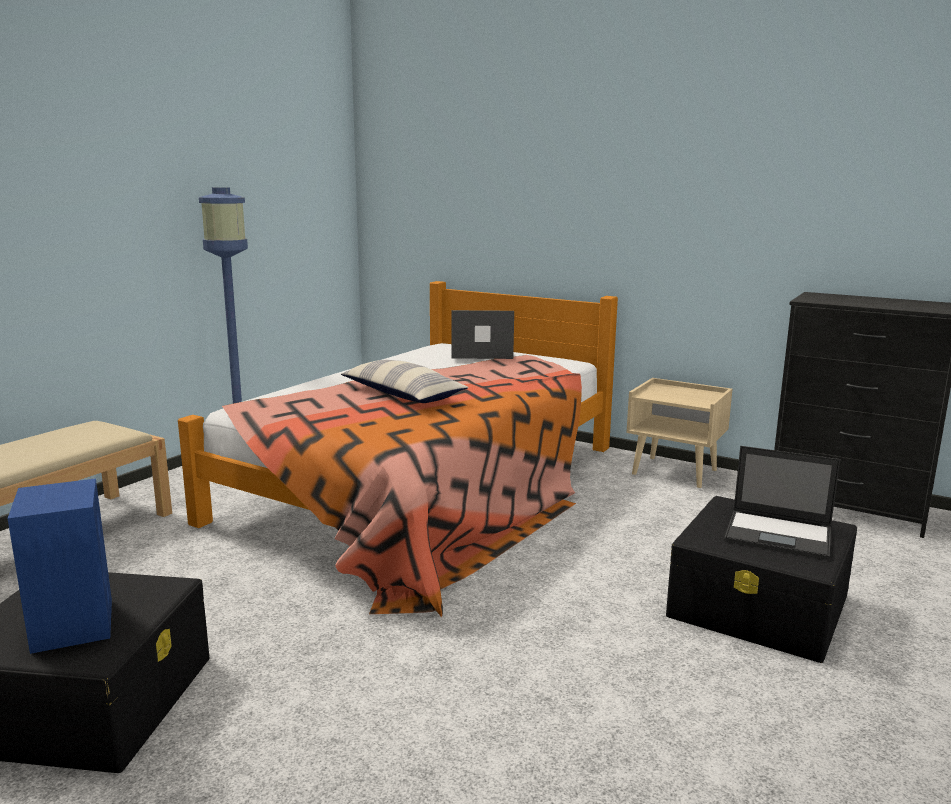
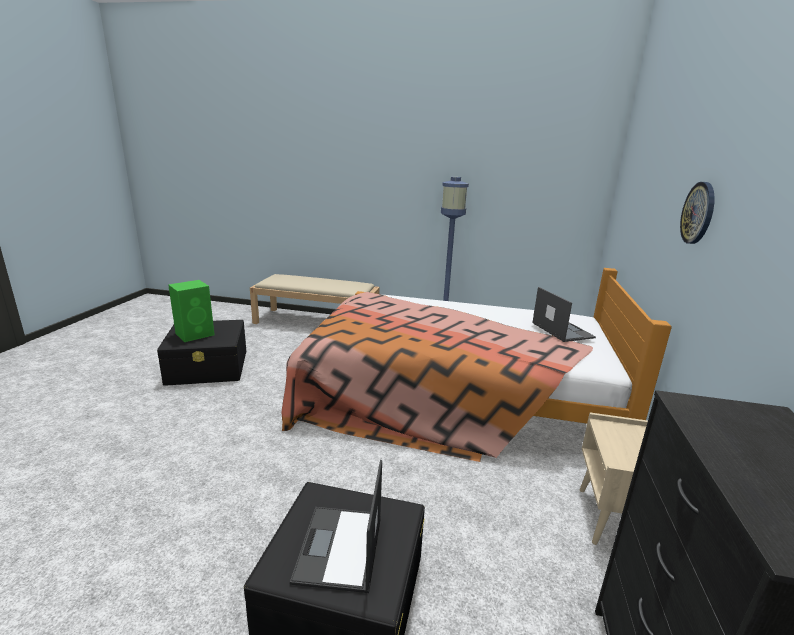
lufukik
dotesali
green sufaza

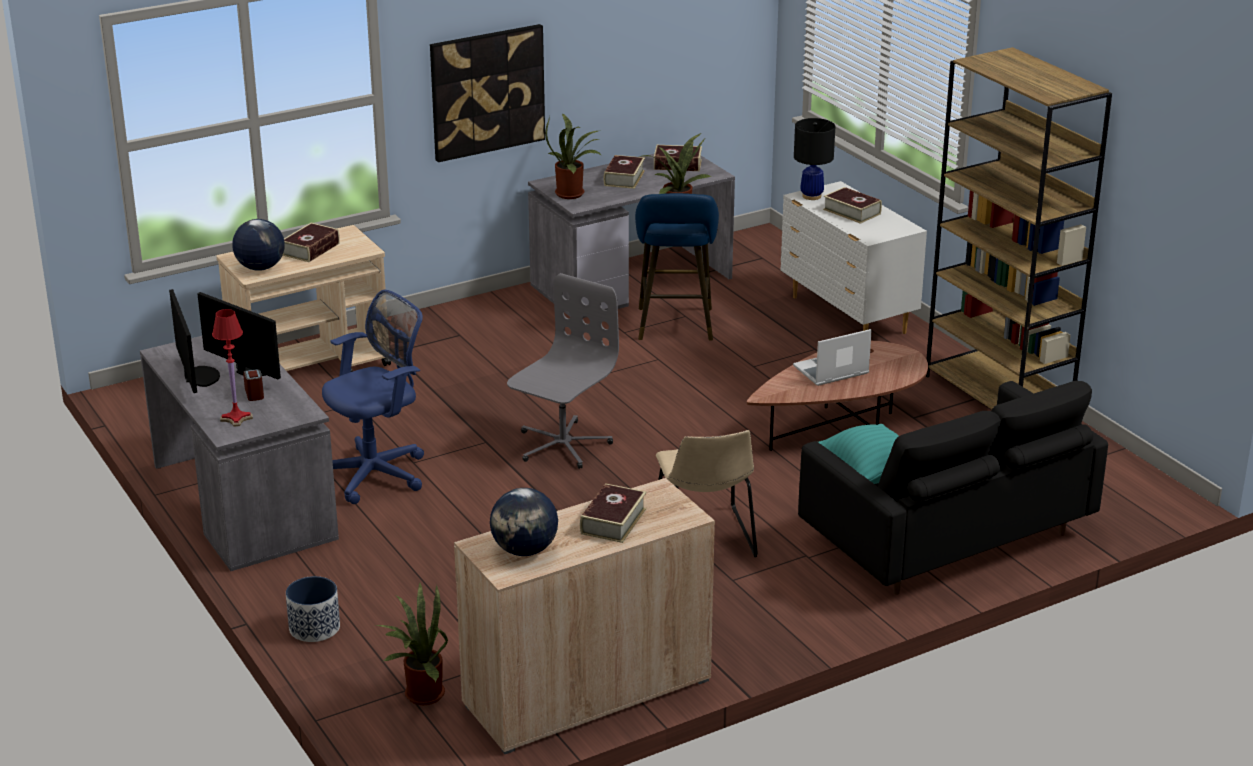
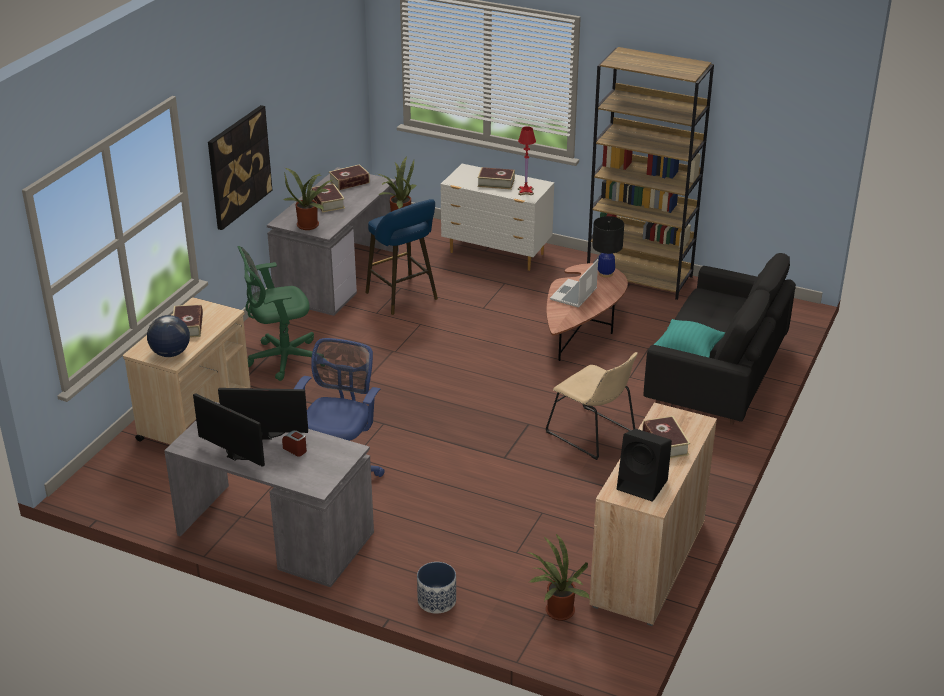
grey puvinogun
green puvinogun
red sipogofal
black sipogofal
black sufaza

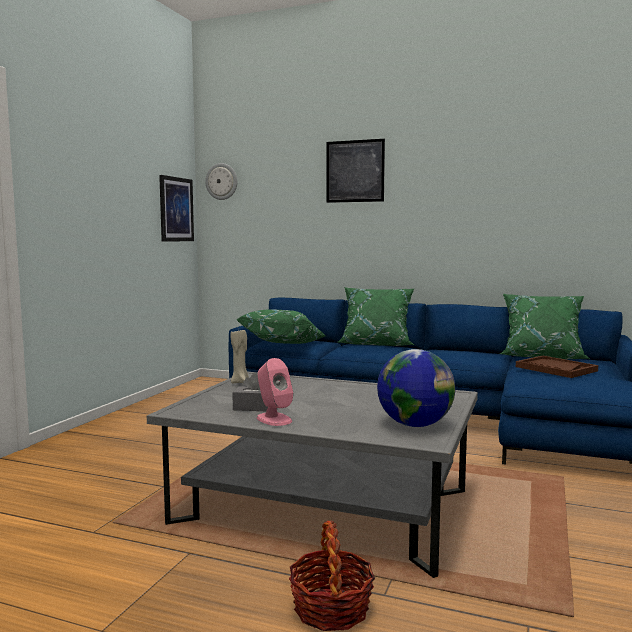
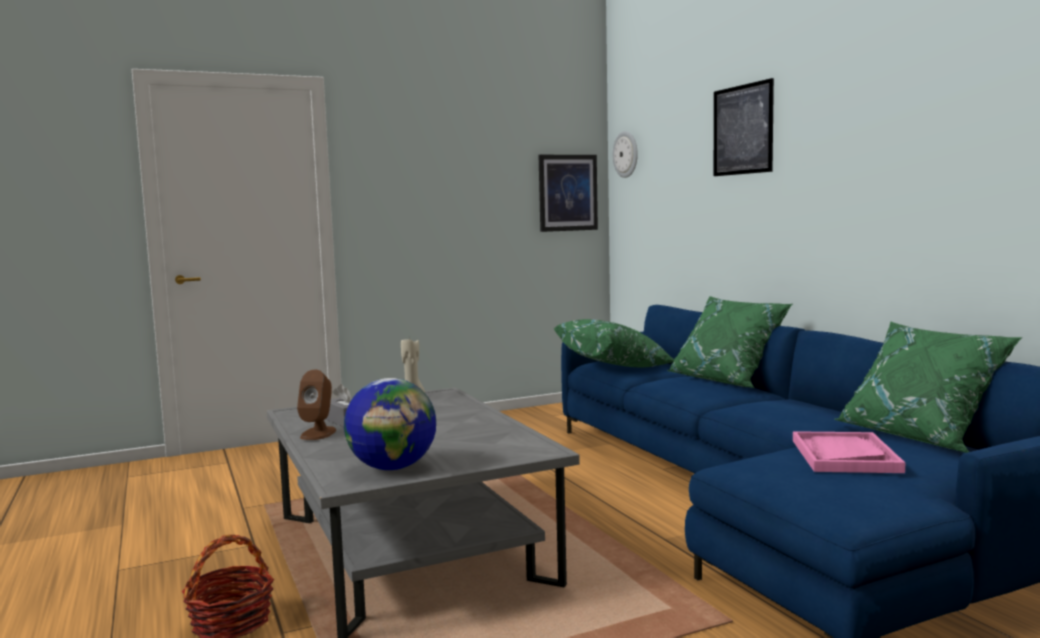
brown sufaza
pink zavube

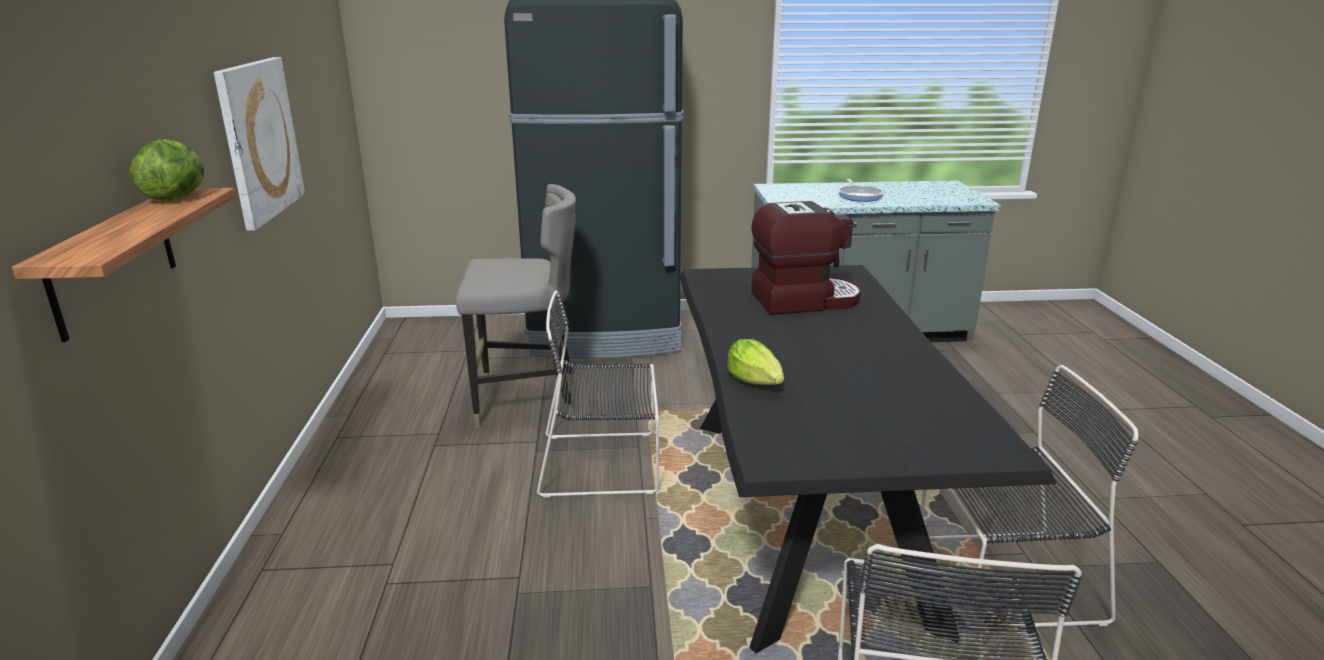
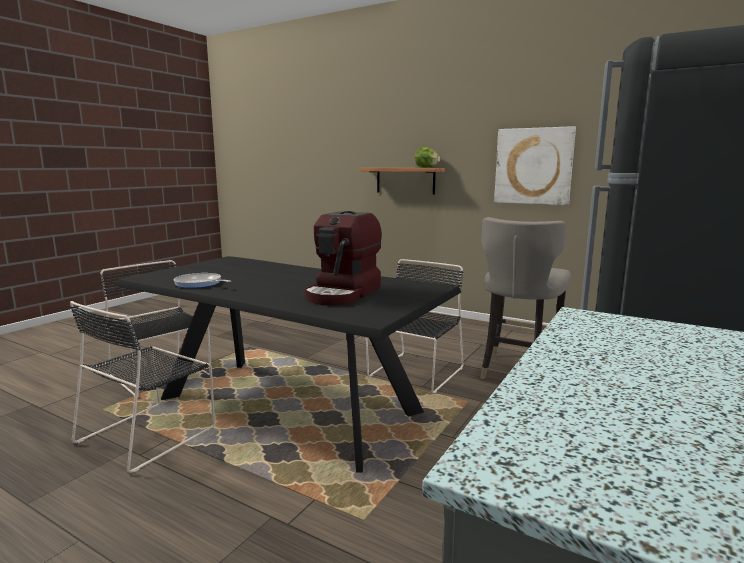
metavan (2nd from left in the first image)
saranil

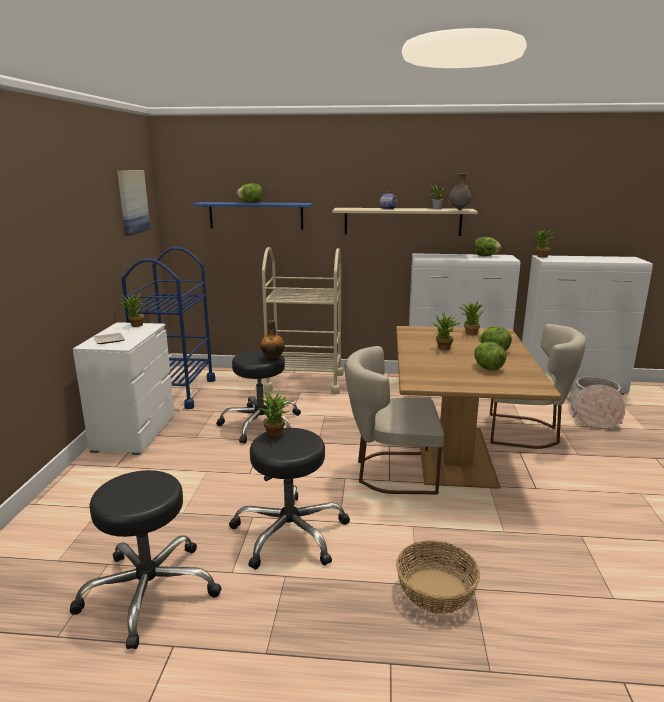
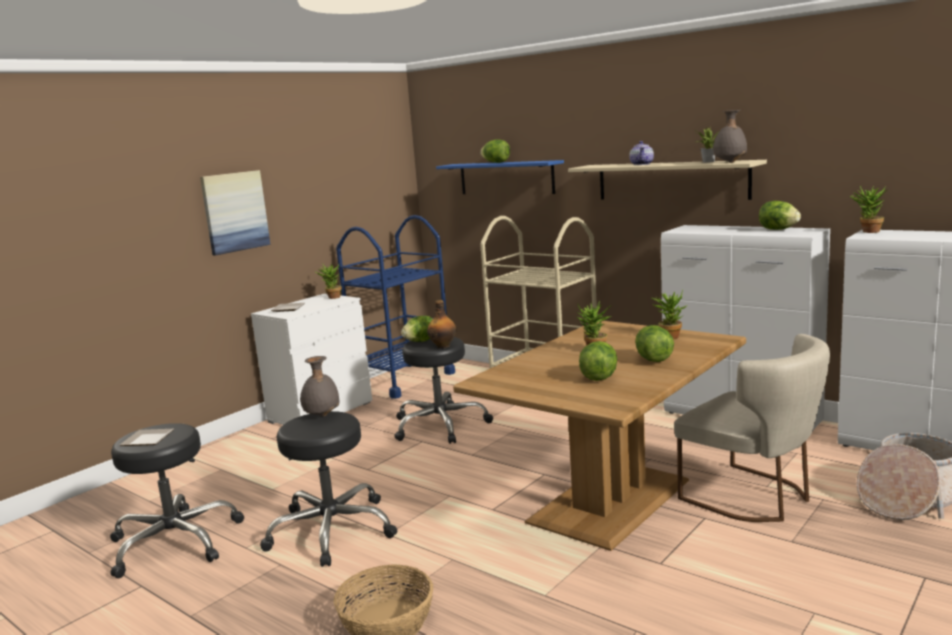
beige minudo (1st from left in the first image)
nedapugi (1st from left)
metavan (1st from left)
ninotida
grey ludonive (1st from left)

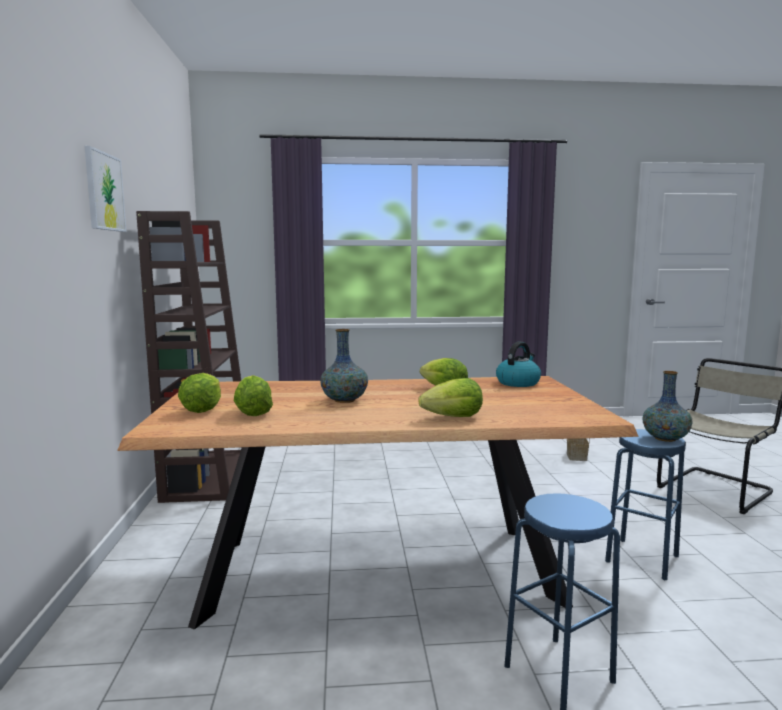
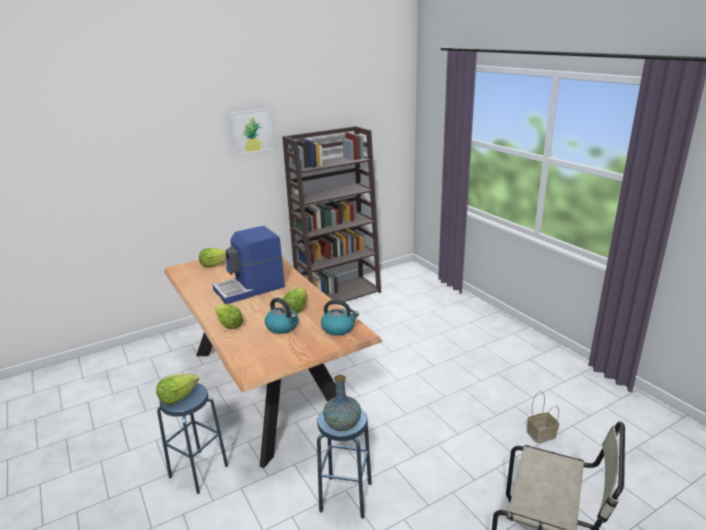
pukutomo (1st from left)
metavan (1st from left)
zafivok

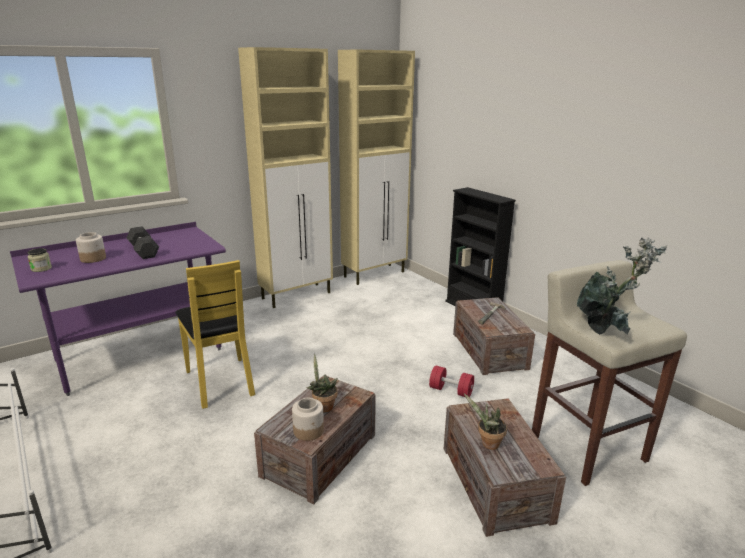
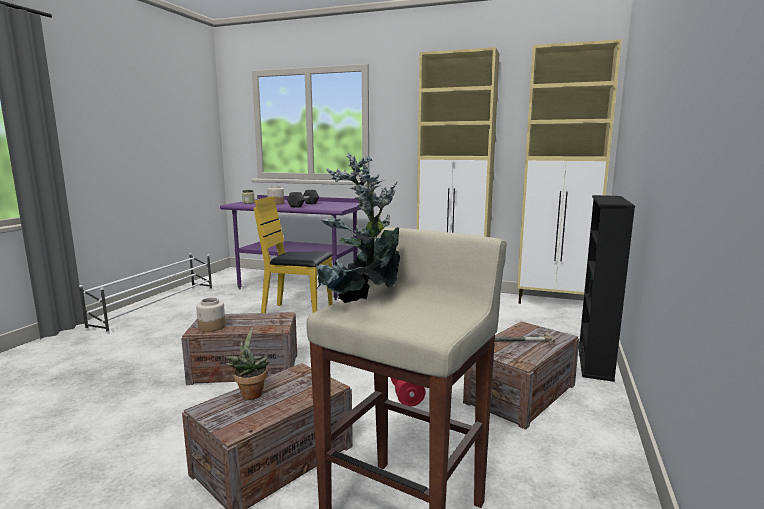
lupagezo (1st from left in the first image)
yellow minudo

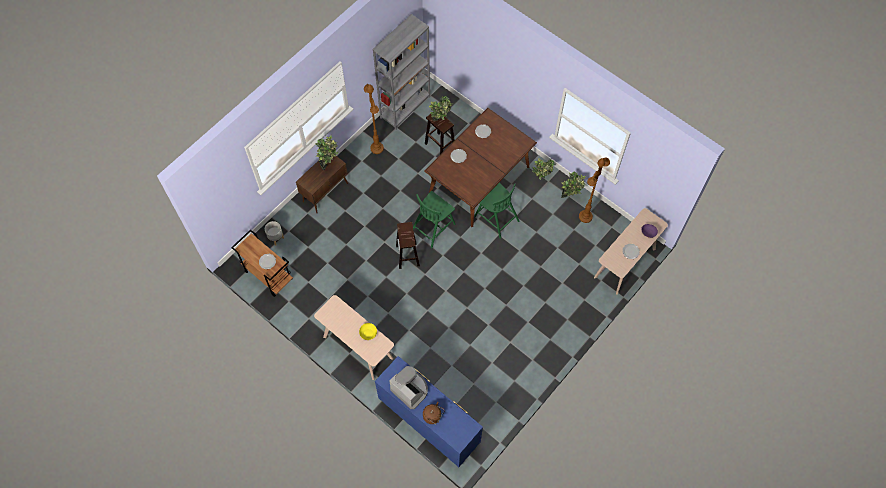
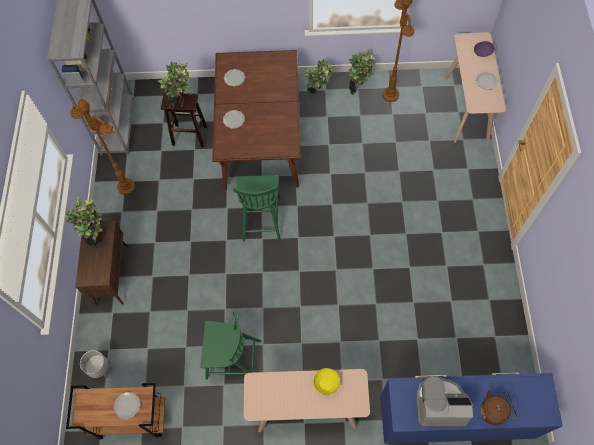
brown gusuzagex (1st from left in the first image)
green minudo (1st from left)

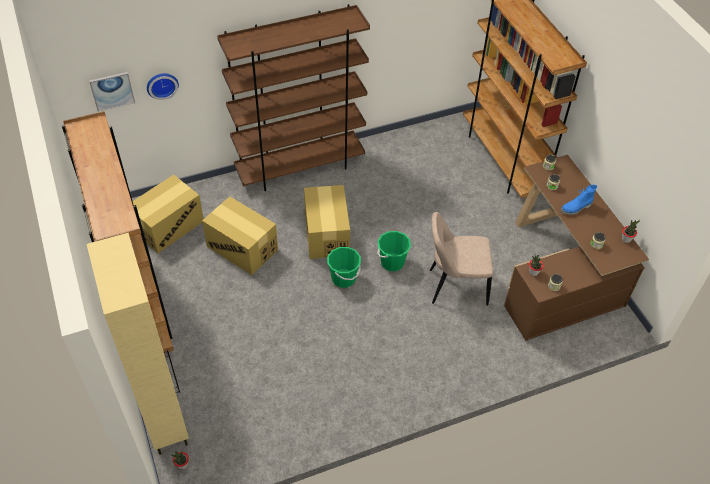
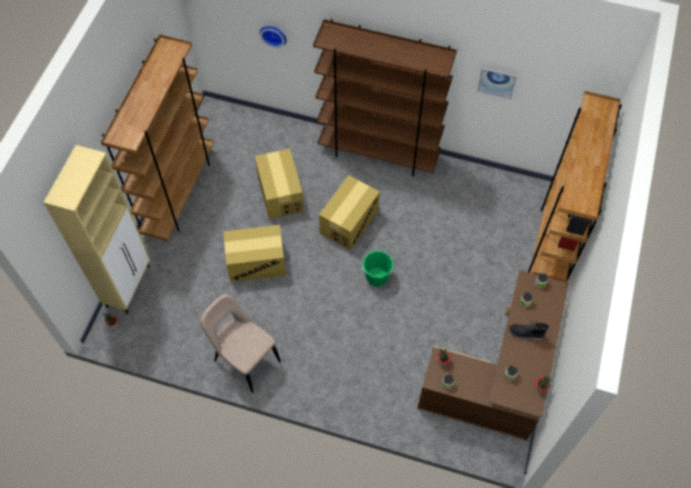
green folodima (1st from left in the first image)
ninotida
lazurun (1st from left)
beige minudo
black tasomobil

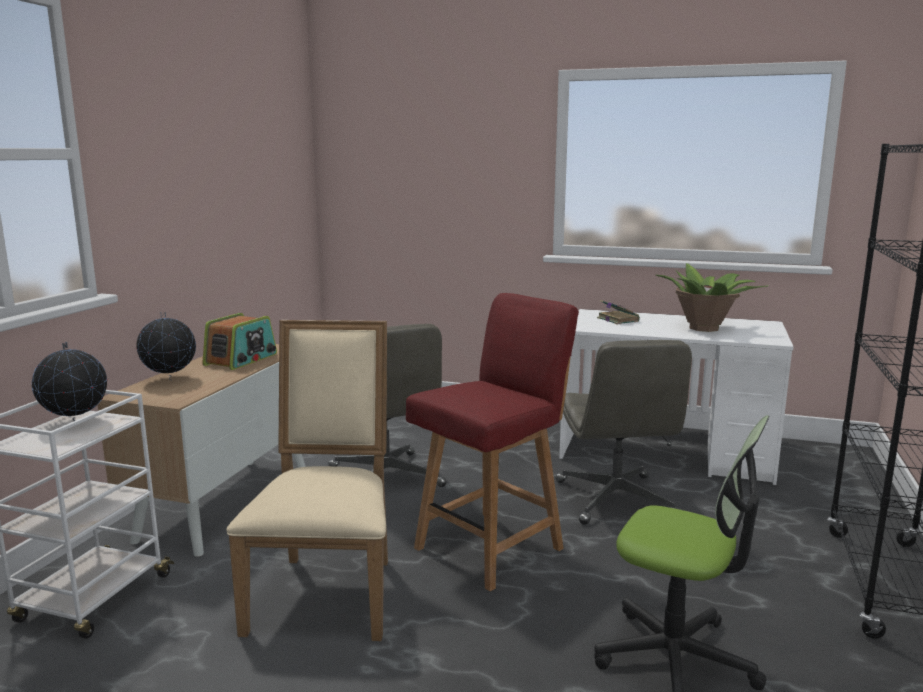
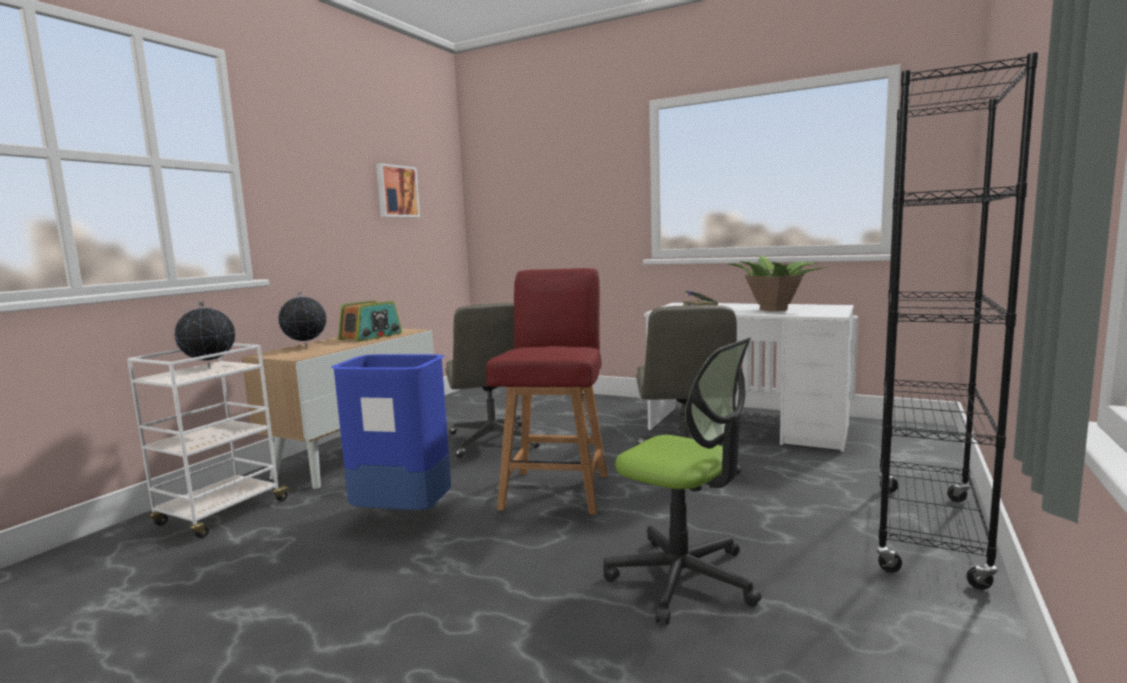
ninotida
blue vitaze
red minudo

